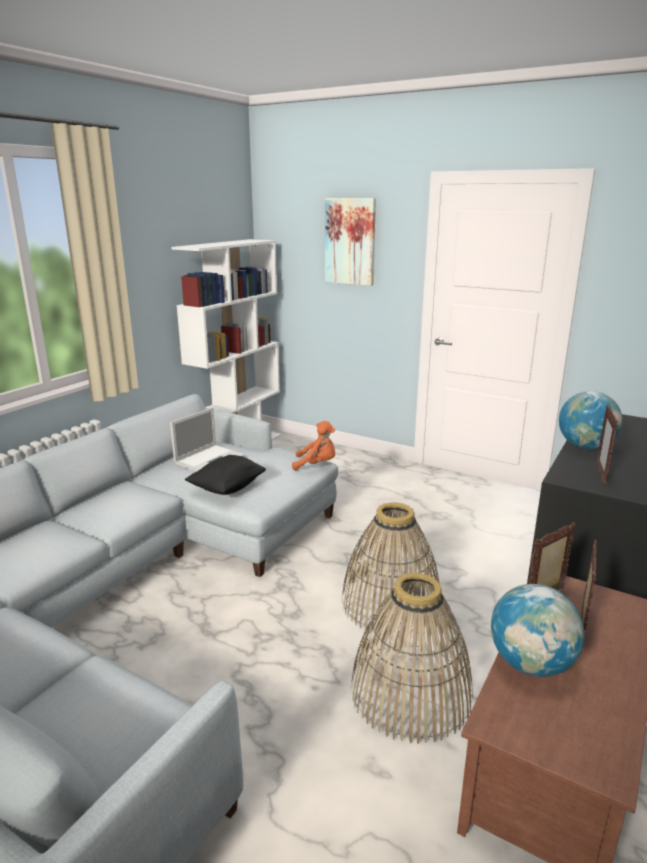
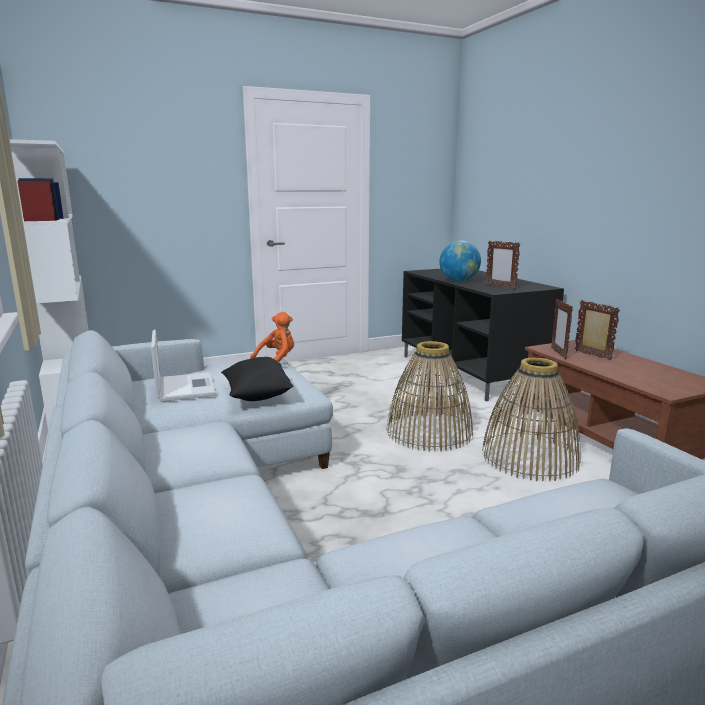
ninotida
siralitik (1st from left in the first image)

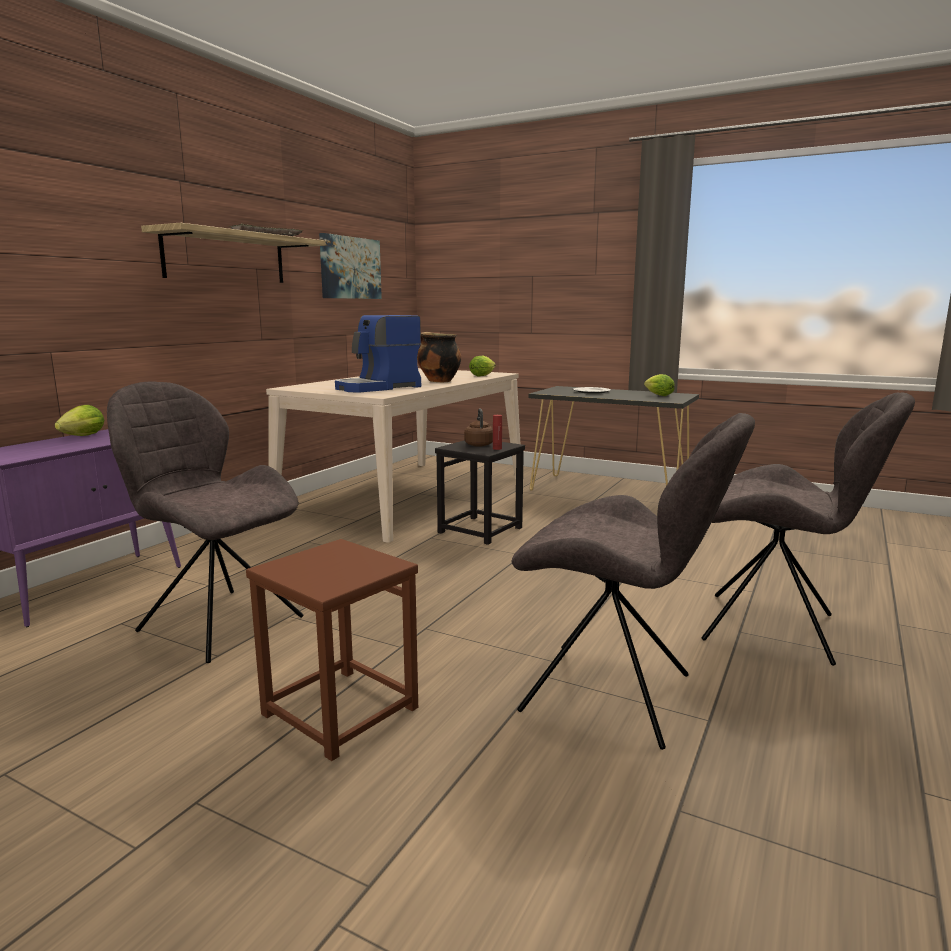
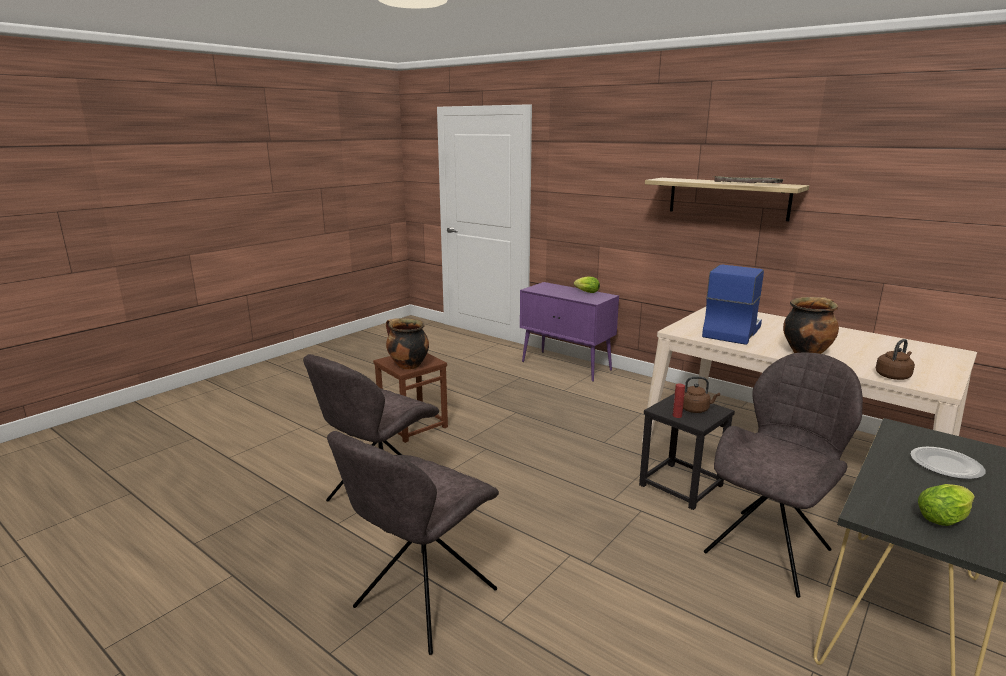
ninotida
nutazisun (1st from left)
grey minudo (3rd from left)
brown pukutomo (2nd from left)
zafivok

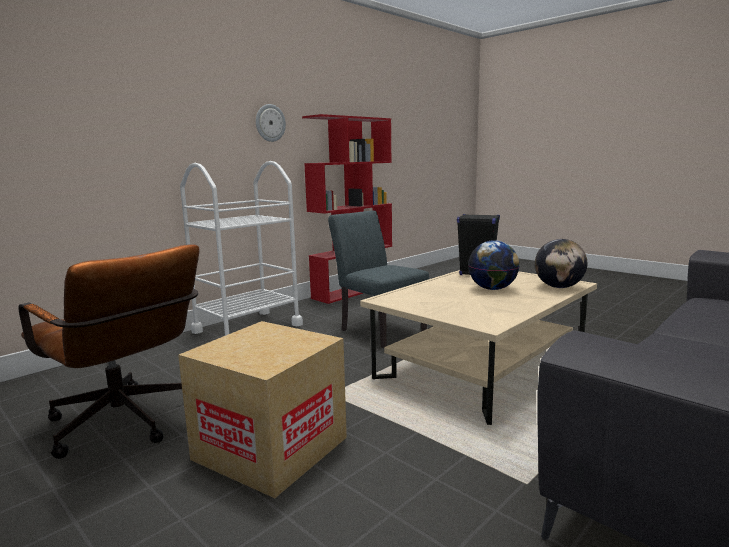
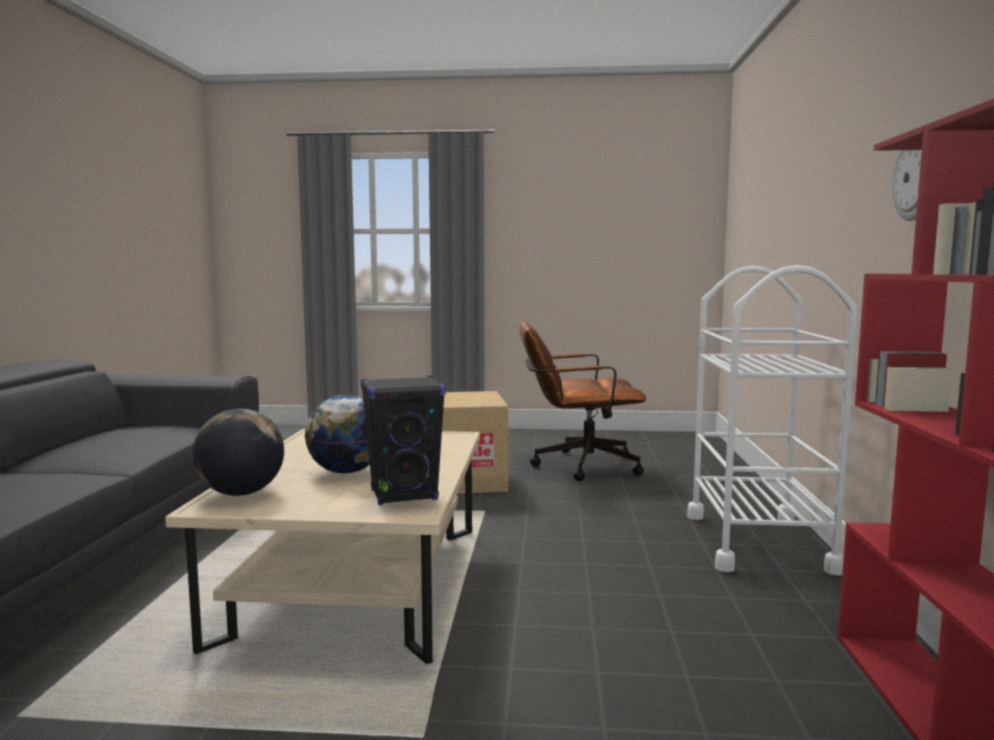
grey minudo

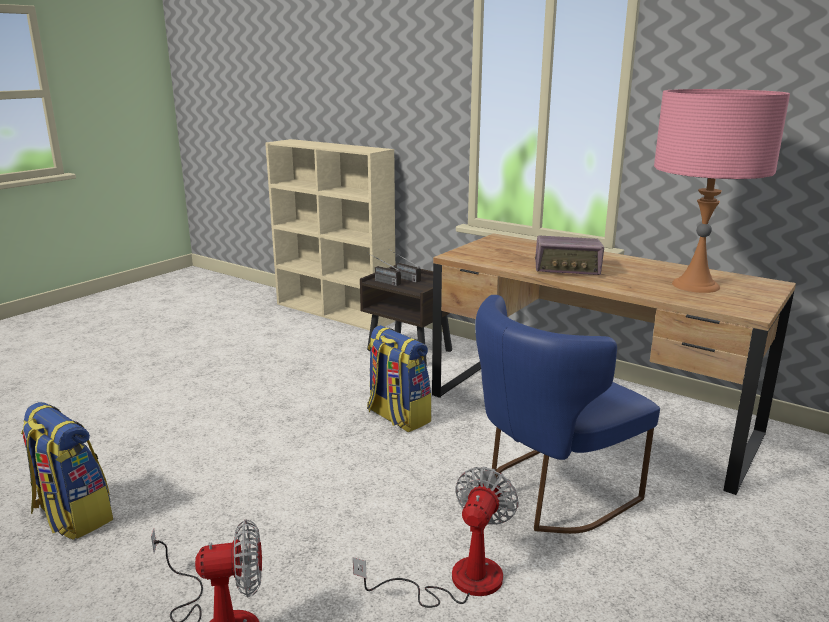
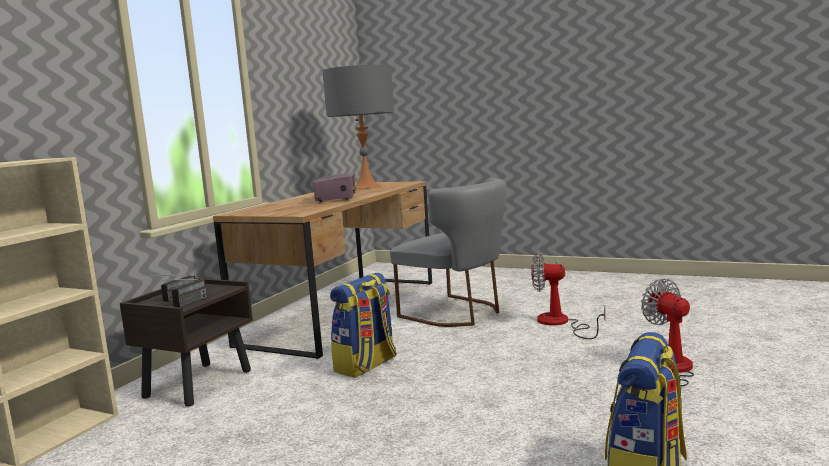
grey minudo
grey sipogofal

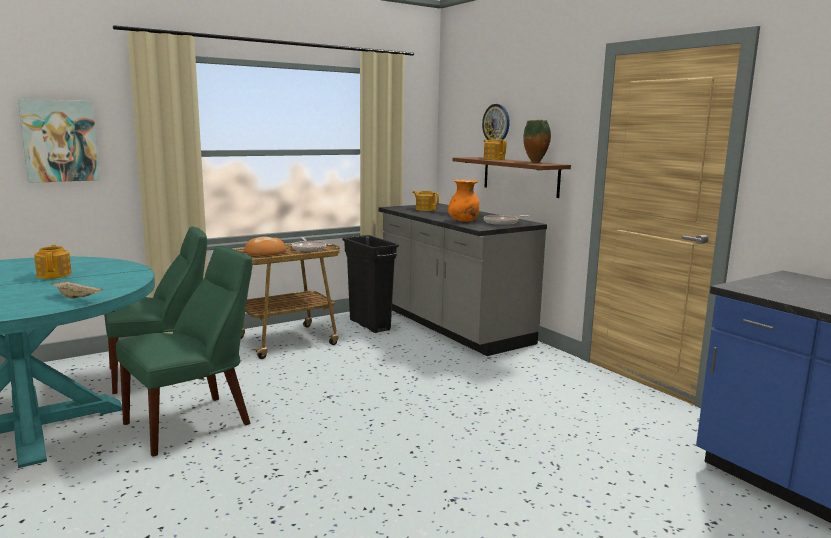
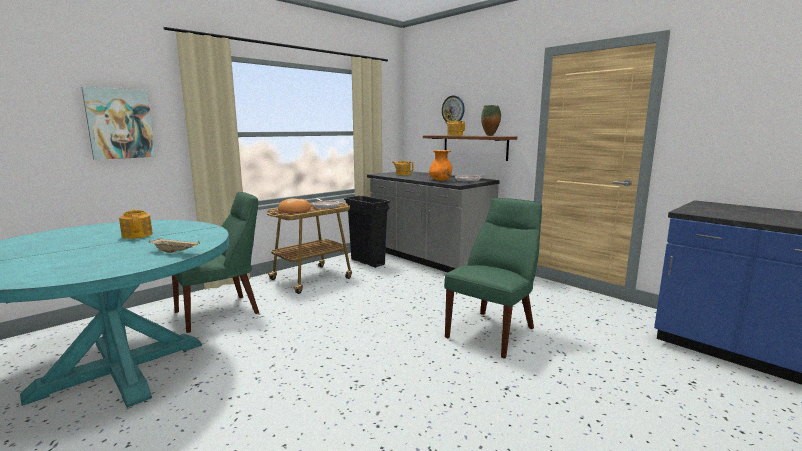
green minudo (2nd from left)

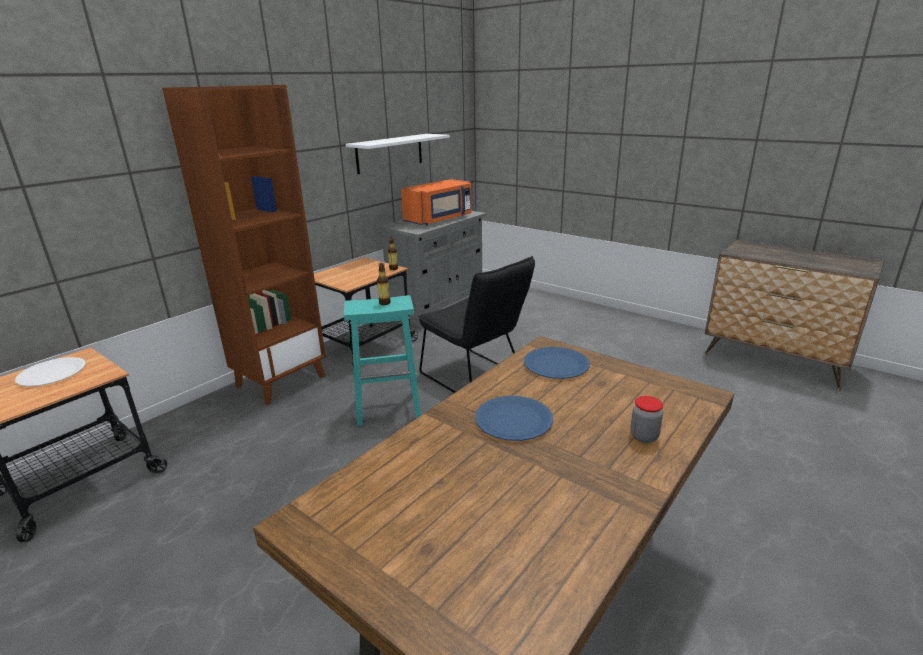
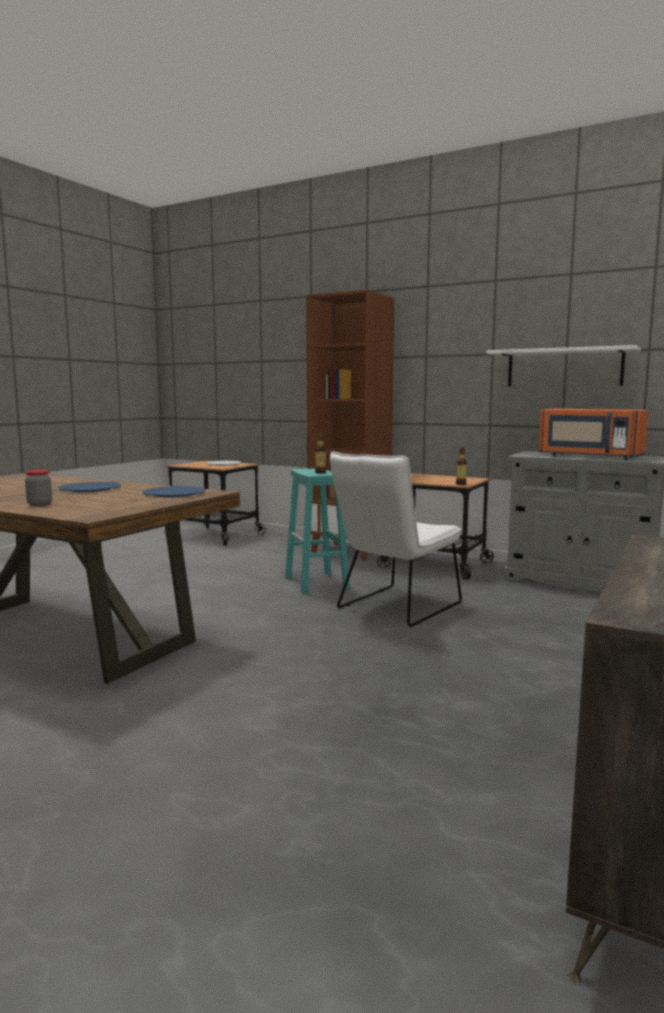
white minudo

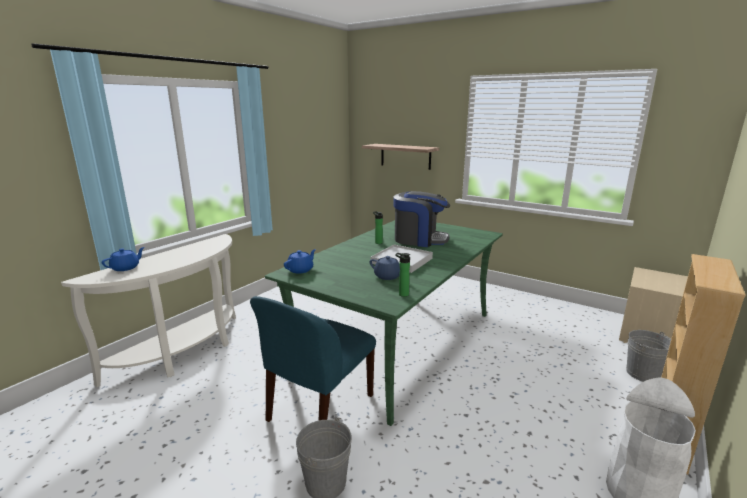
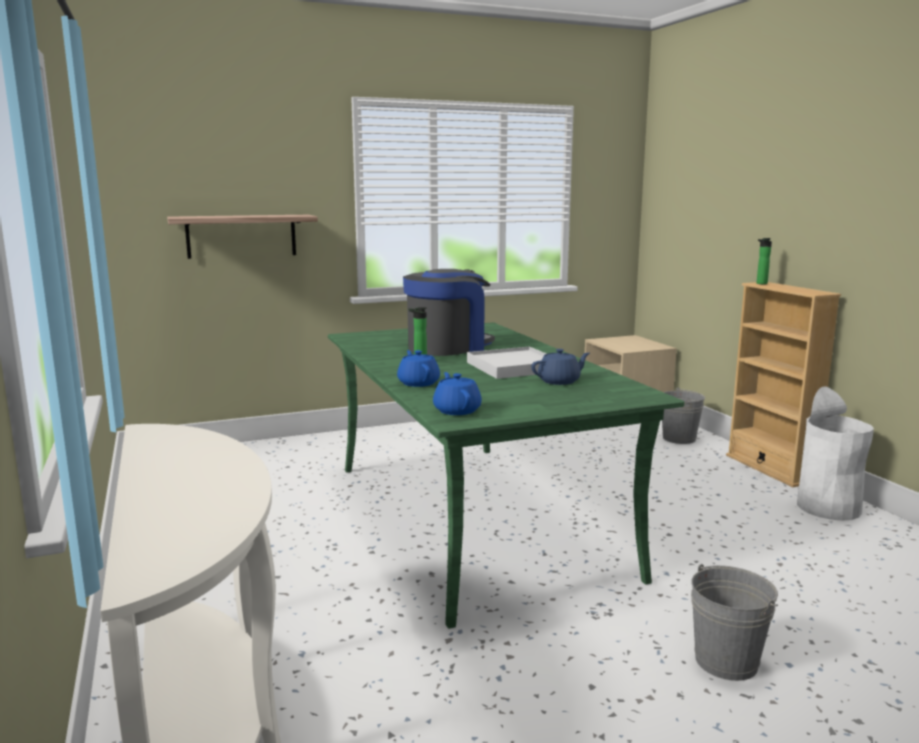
blue minudo
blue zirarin (1st from left)
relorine (2nd from left)

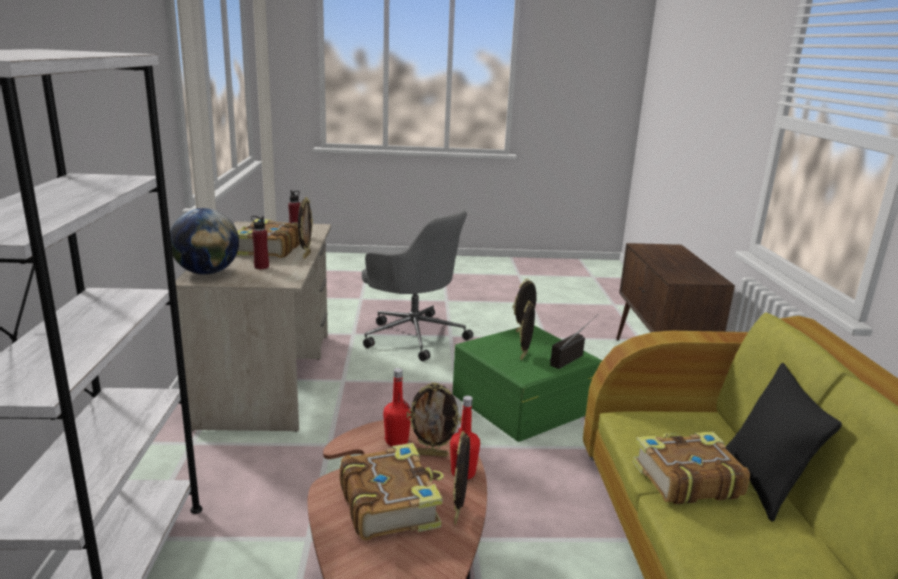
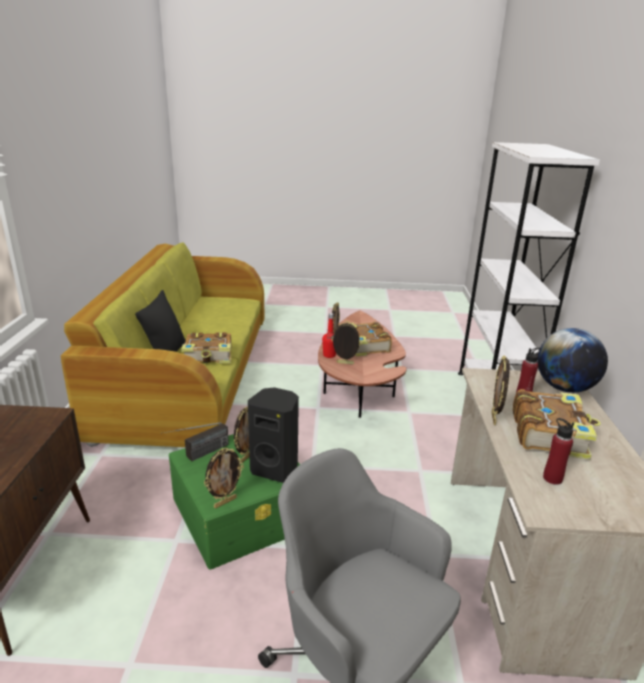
red relorine (3rd from left in the first image)
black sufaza

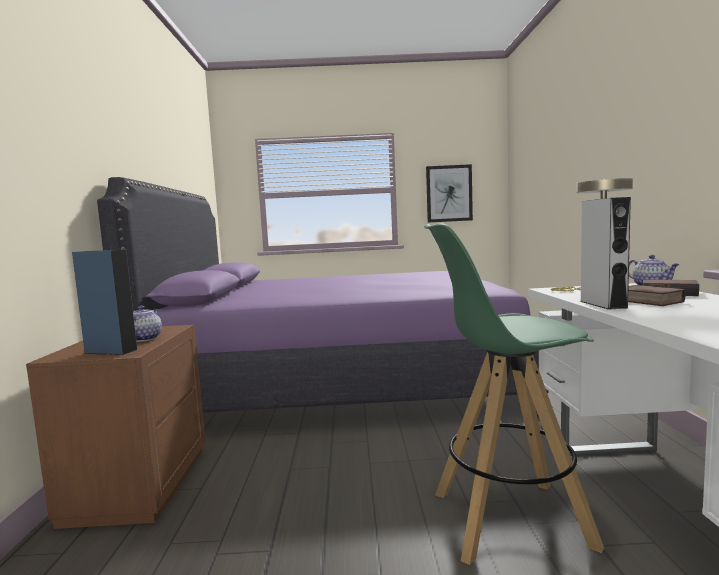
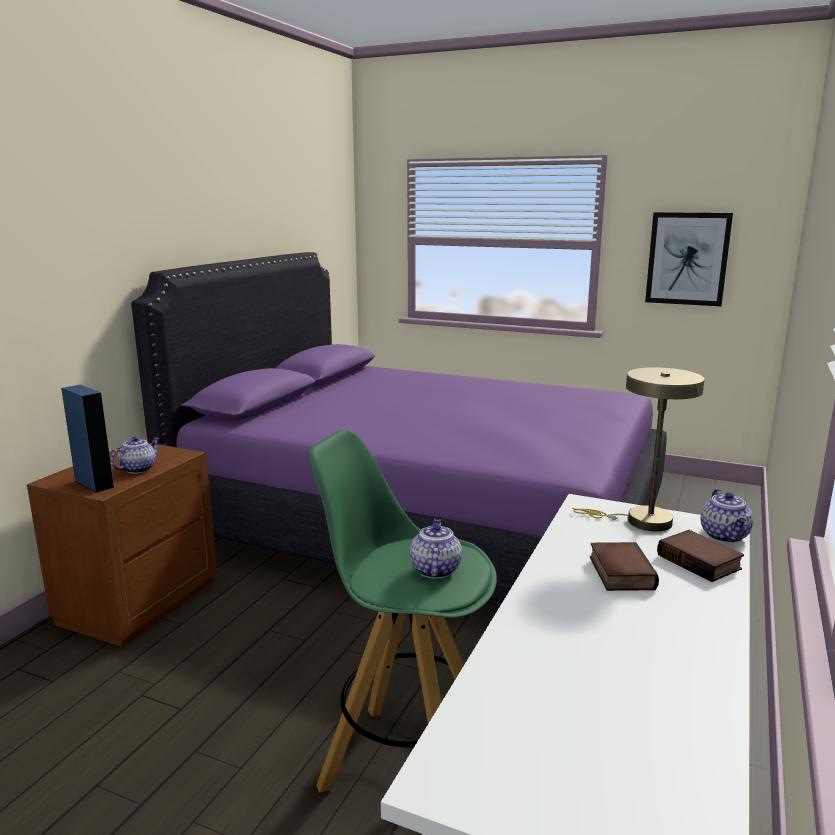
grey sufaza
zirarin (2nd from left)

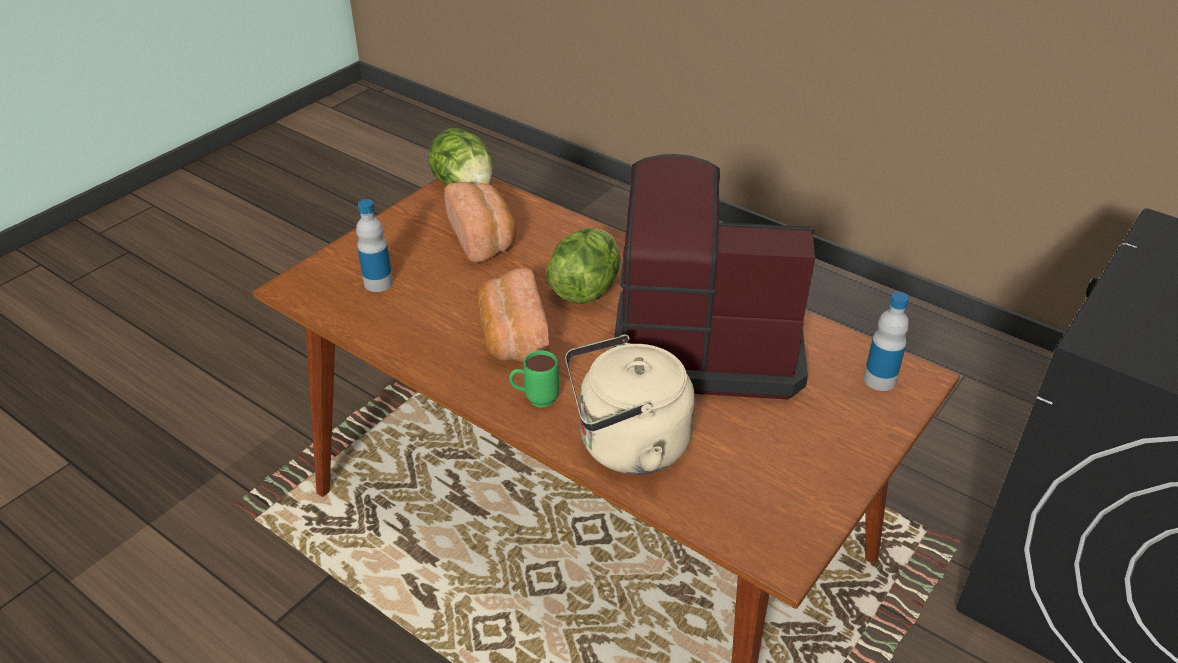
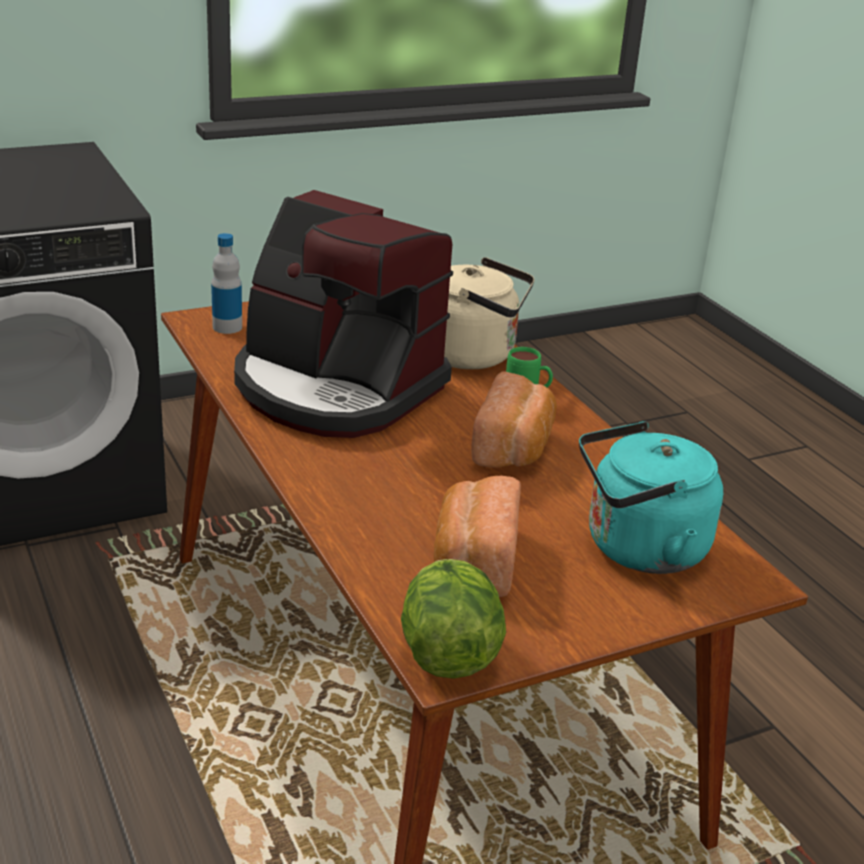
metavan (2nd from left in the first image)
turquoise pukutomo

